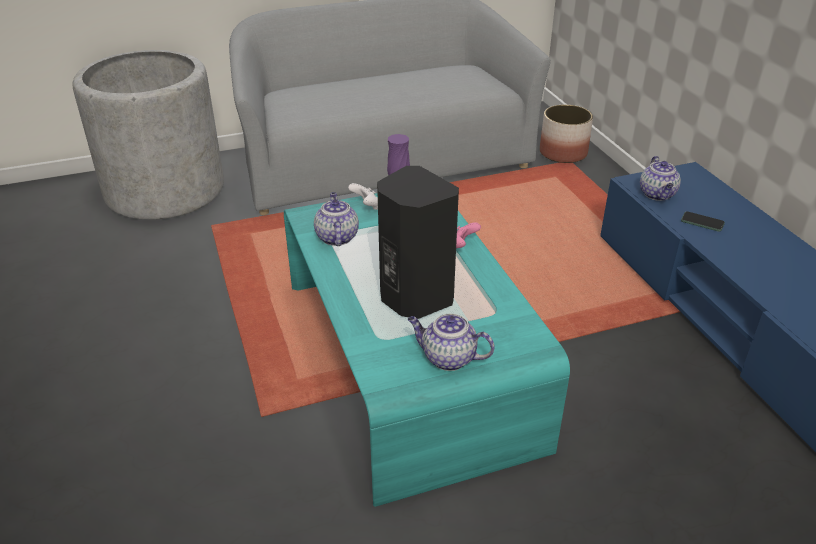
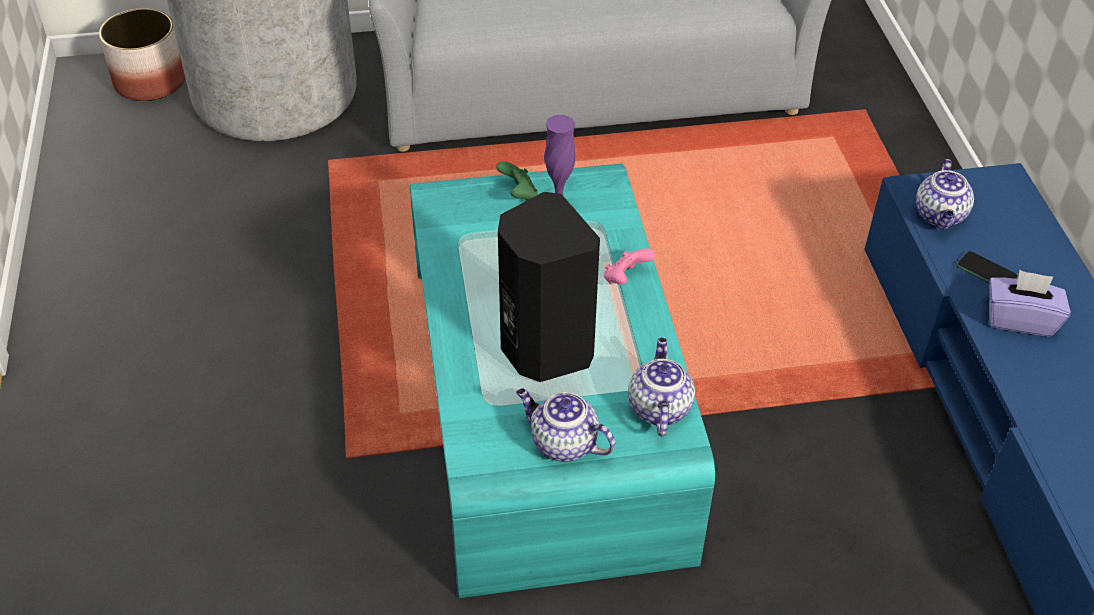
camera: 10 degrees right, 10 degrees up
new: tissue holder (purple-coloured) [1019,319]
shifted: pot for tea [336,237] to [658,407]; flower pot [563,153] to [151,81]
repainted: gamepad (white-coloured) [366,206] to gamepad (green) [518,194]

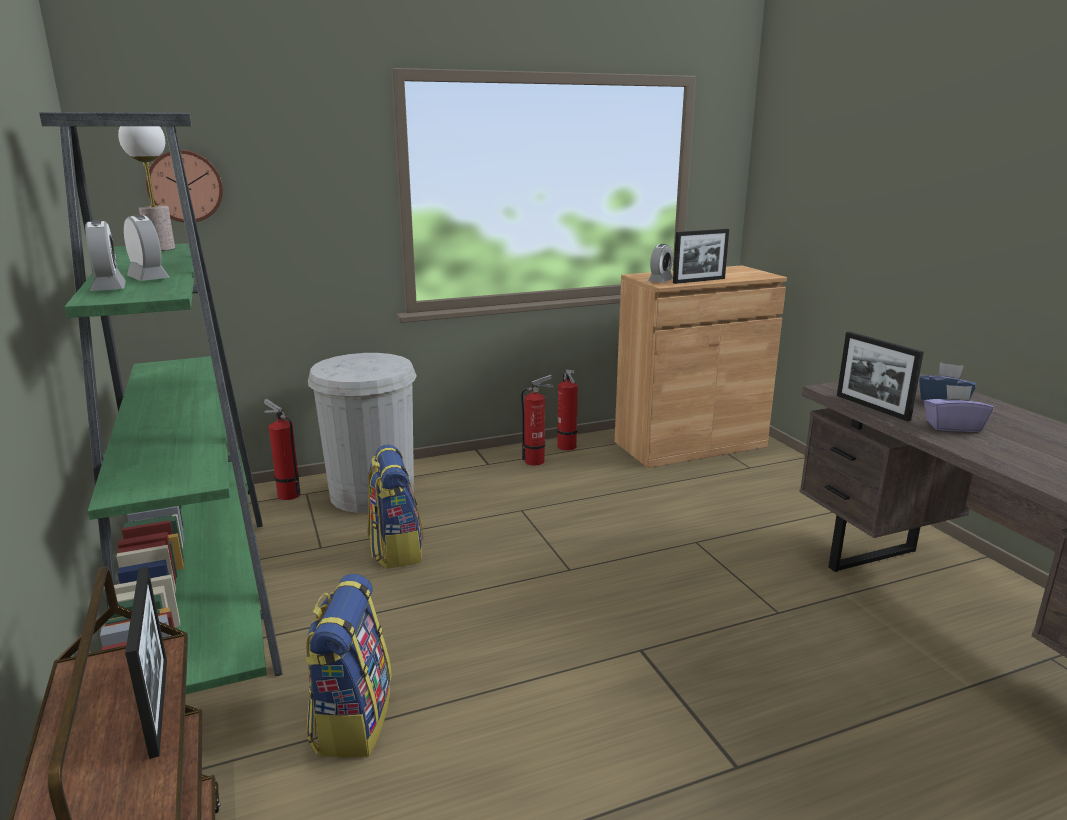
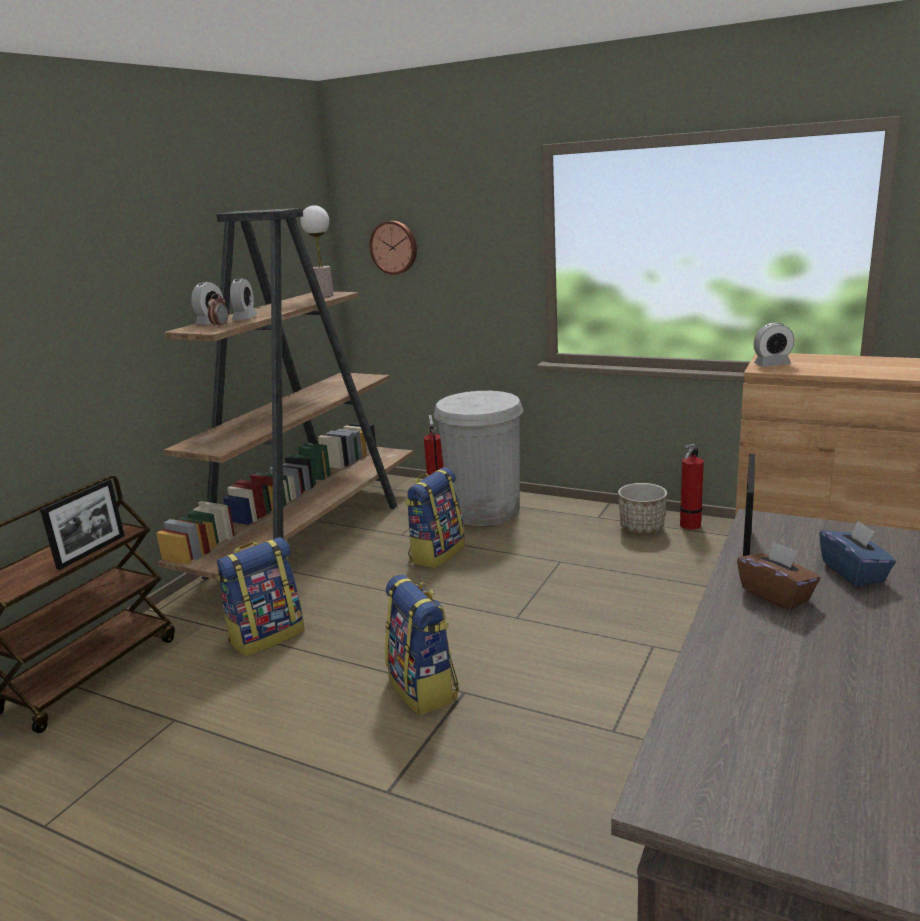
camera: 50 degrees right, 0 degrees up
gone: photo frame [699,281]
new: table clock [220,326]; knapsack [424,688]
swapped: fire-fighting cylinder [537,460] to flower pot [642,528]
repainted: bookcase (green) [202,597] to bookcase (brown-coloured) [309,538]; tissue holder (purple-coloured) [952,426] to tissue holder (brown-coloured) [776,595]

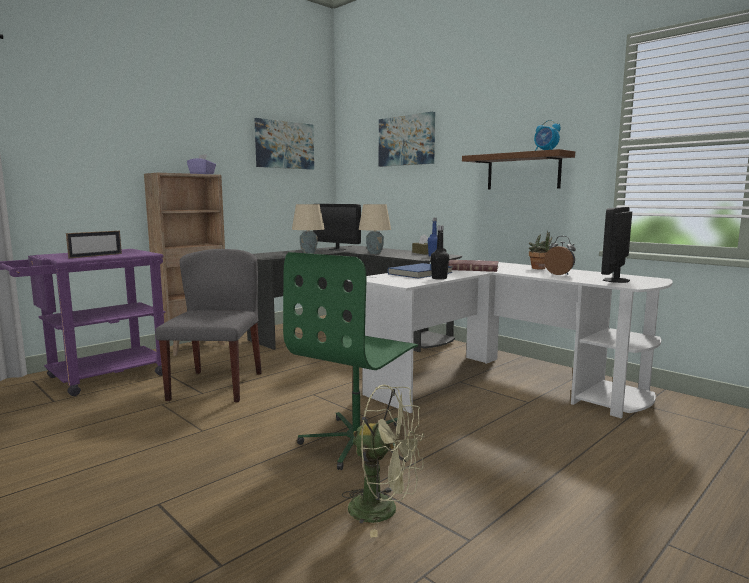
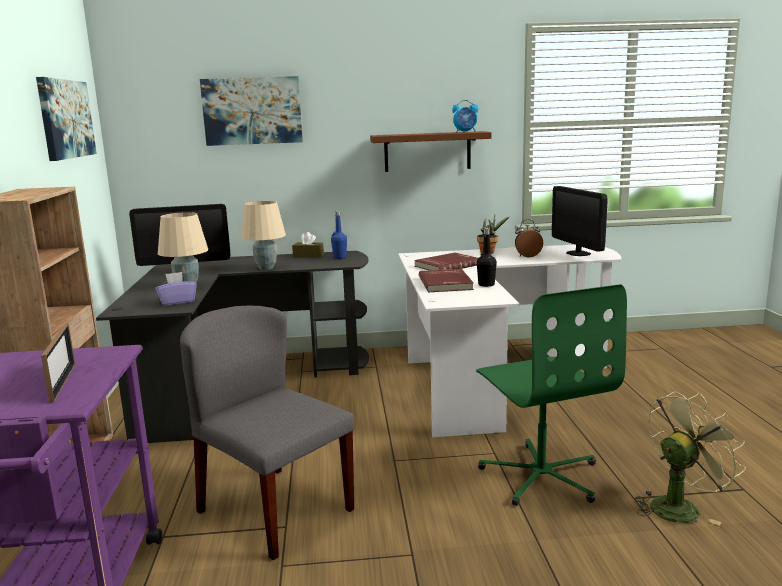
camera: 50 degrees left, 5 degrees up
shifted: tissue holder (purple-coloured) [202,174] to [177,301]
repainted: book (blue-coloured) [421,273] to book (red-coloured) [446,283]

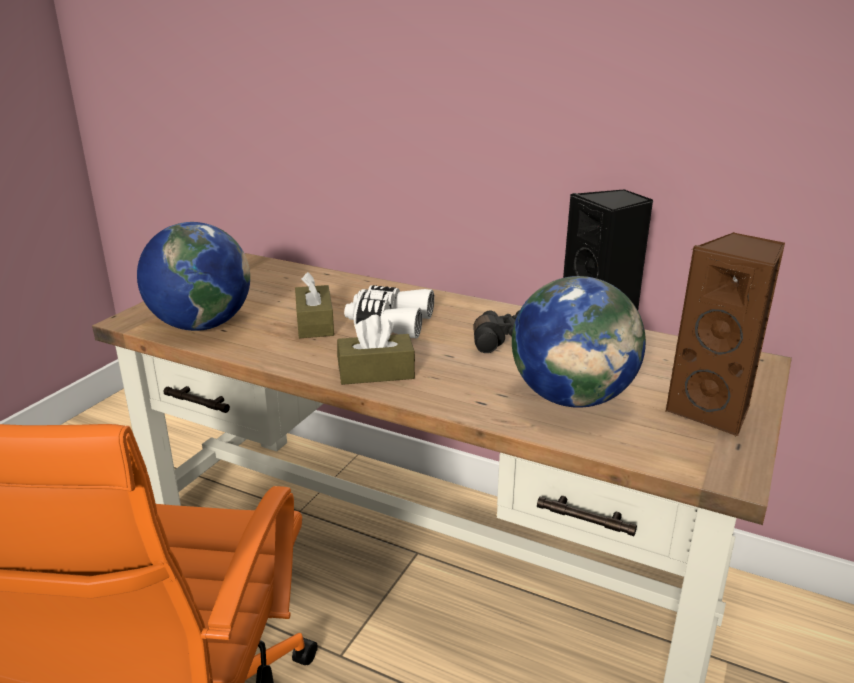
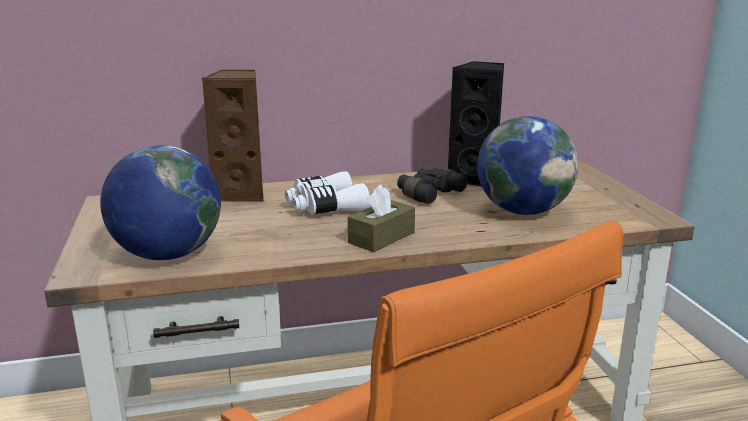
camera: 40 degrees left, 5 degrees down
gone: tissue holder (brown-coloured) [315,323]
shifted: audio speaker (brown-coloured) [714,411] to [242,193]

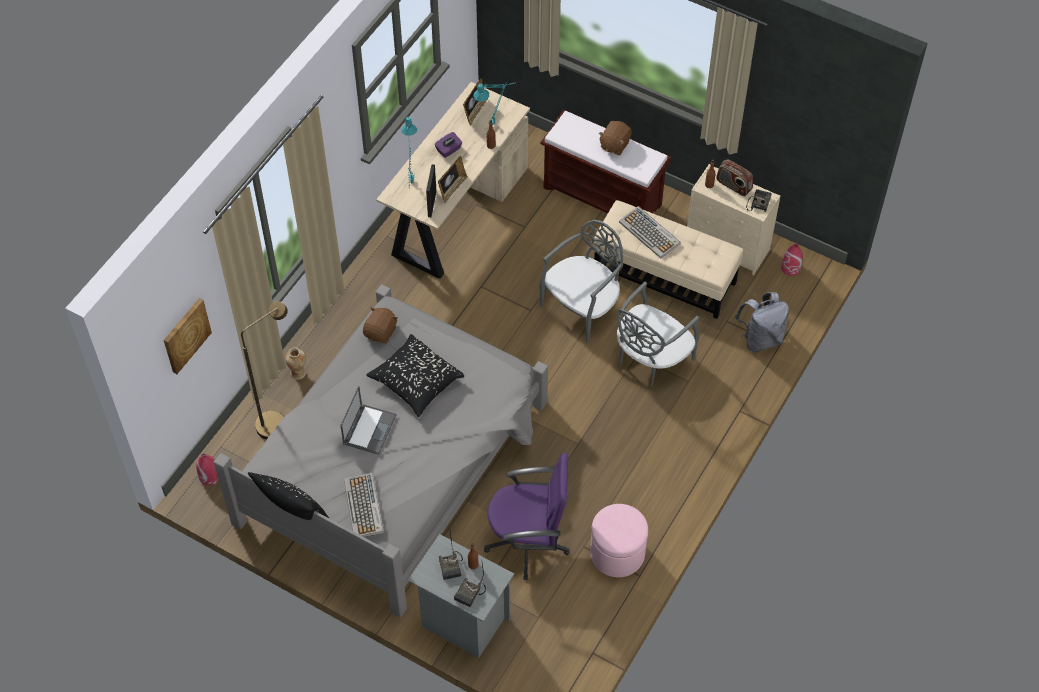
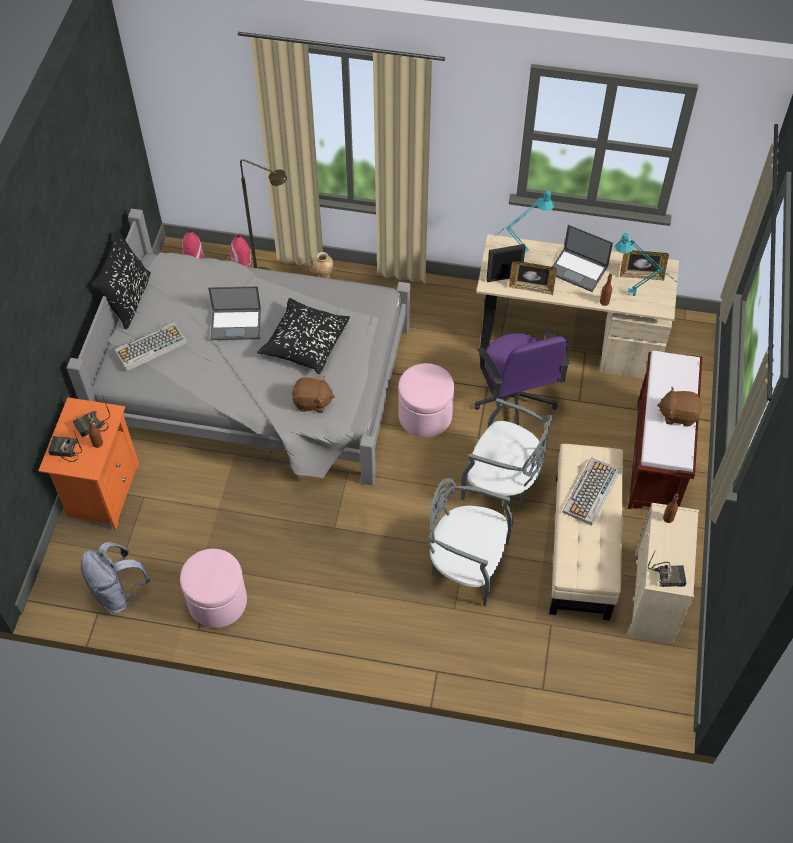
camera: 70 degrees right, 0 degrees up
gone: picture [185,335]; radio [733,185]
new: footrest (pink-coloured) [425,416]
shifted: soft toy (brown-coloured) [381,332] to [312,402]; desk chair (purple-coloured) [528,541] to [515,399]; knapsack (grey) [760,339] to [119,593]; decorative vase (red-coloured) [791,268] to [241,261]
swapped: tissue holder (purple-coloured) [449,150] to notebook computer [579,270]
repainted: night table (grey) [462,622] to night table (orange) [102,491]

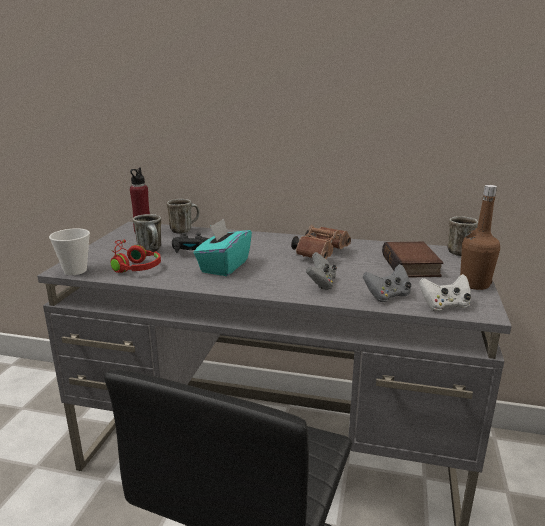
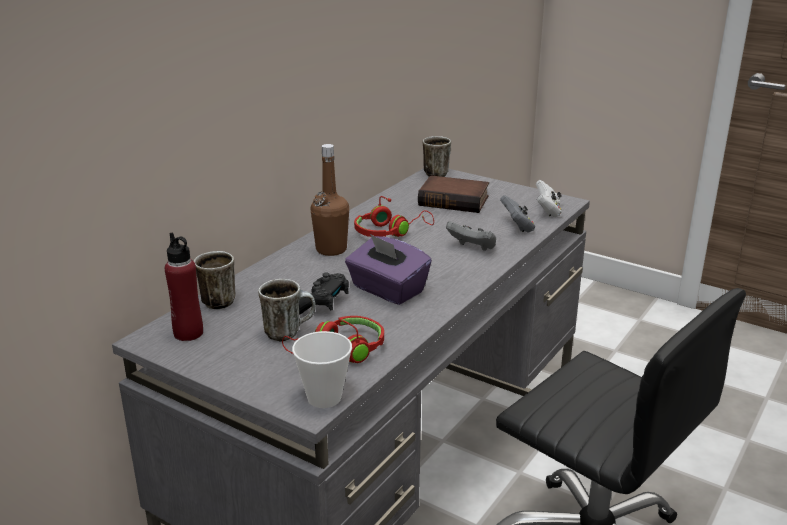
camera: 70 degrees left, 5 degrees up
shifted: drink bottle (brown-coloured) [474,284] to [331,249]
swapped: binoculars (brown-coloured) [321,254] to pair of headphones (red-coloured) [390,232]
repainted: tissue holder (turquoise-coloured) [224,266] to tissue holder (purple-coloured) [387,290]

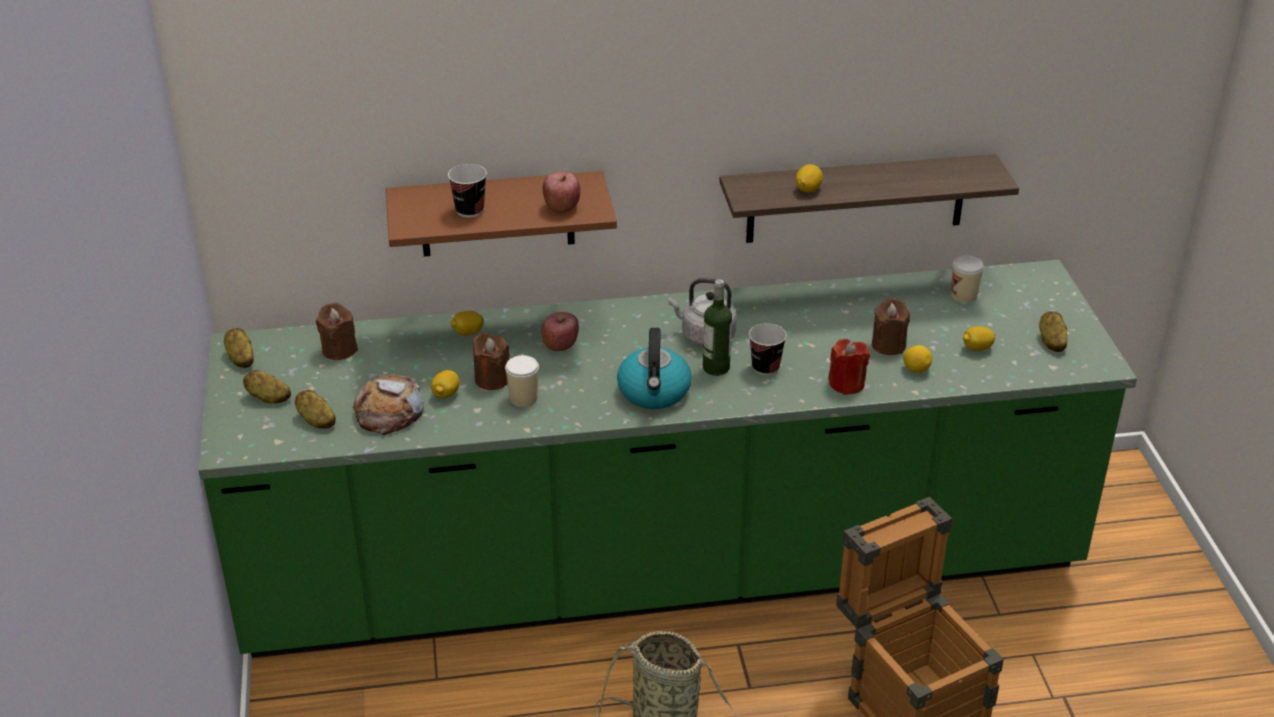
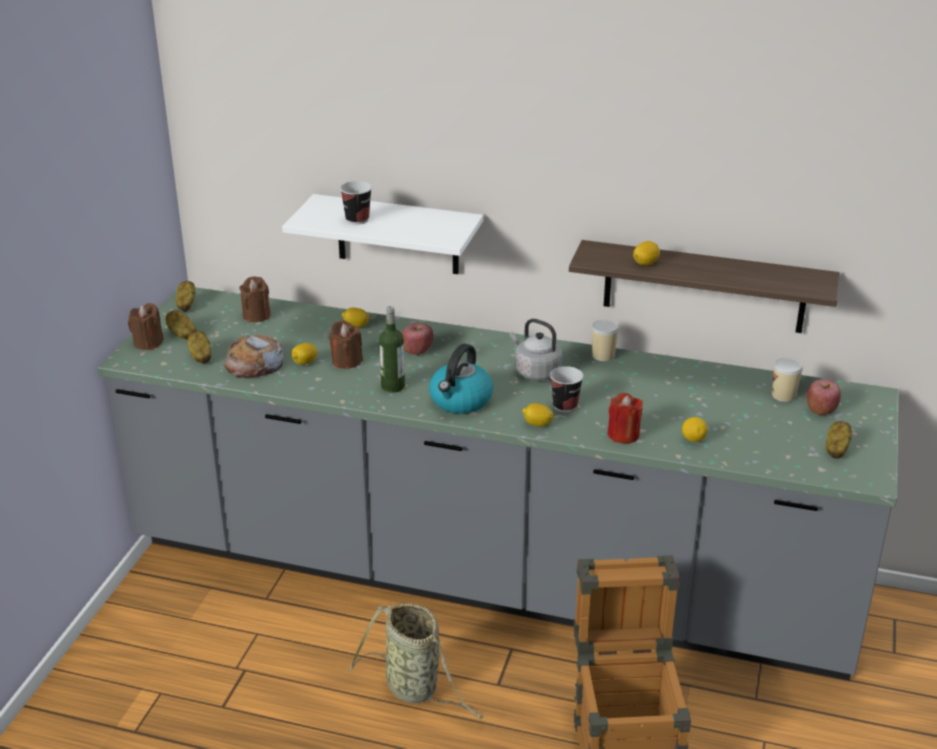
camera: 25 degrees right, 5 degrees down
shifted: drinking cup [523,398] to [603,355]; whole apple [562,207] to [821,410]; drink bottle [716,367] to [393,386]; candle (brown-coloured) [888,345] to [148,343]; whole lemon [976,348] to [537,424]
repainted: kitchen base unit (green) [637,572] to kitchen base unit (grey) [468,570]; bracket shelf (brown-coloured) [497,214] to bracket shelf (white-coloured) [397,235]

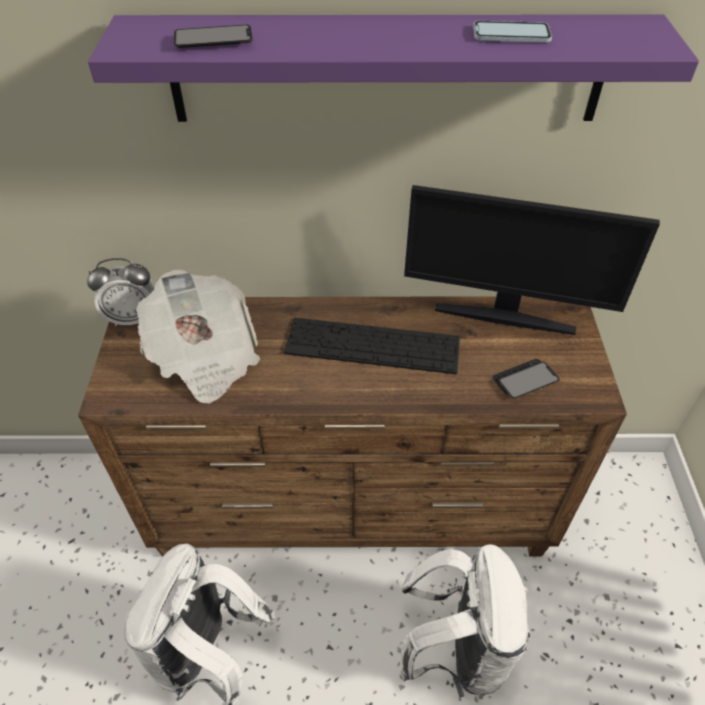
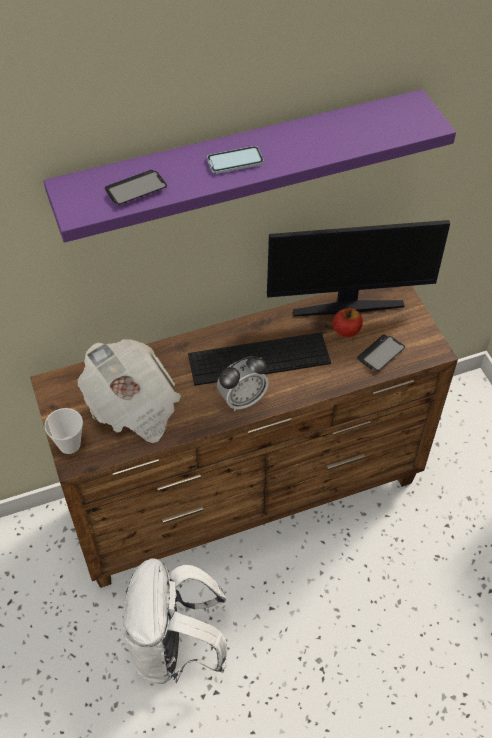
camera: 20 degrees left, 5 degrees up
gone: knapsack (white-coloured) [457,648]
new: drinking cup [69,444]; whole apple [346,330]
shifted: table clock [132,318] to [242,399]; telephone [511,35] to [235,161]

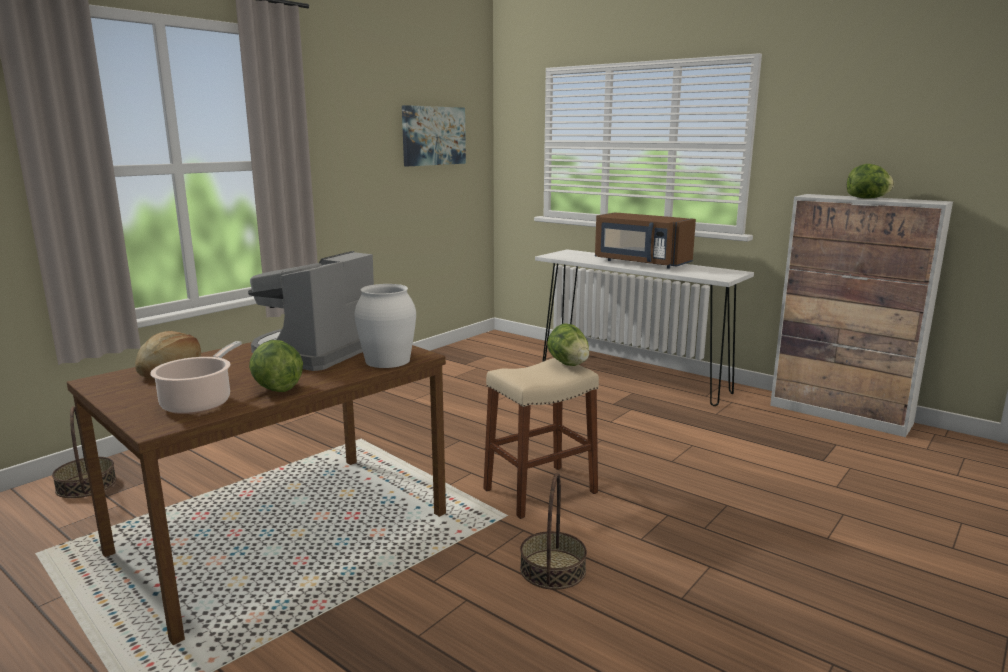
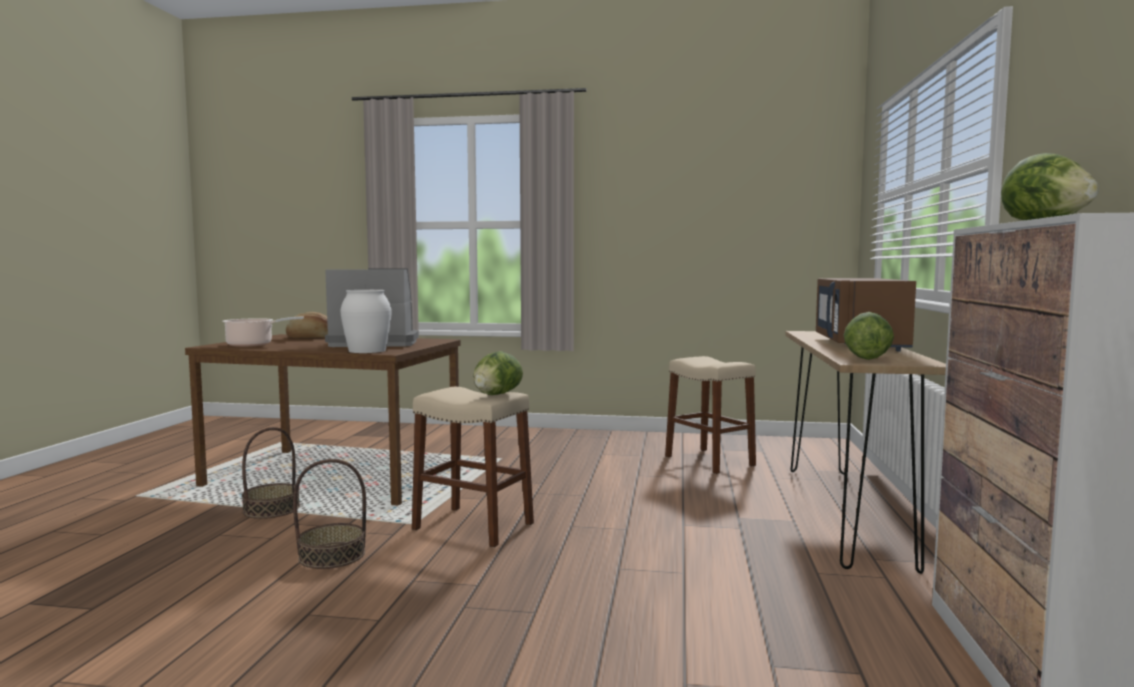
camera: 60 degrees right, 10 degrees down
gone: picture [433,136]
new: stool seat (beige-coloured) [709,461]
shifted: household basket [86,485] to [271,509]; lettuce [276,388] to [866,359]
repainted: hall table (white-coloured) [631,377] to hall table (brown-coloured) [844,512]

